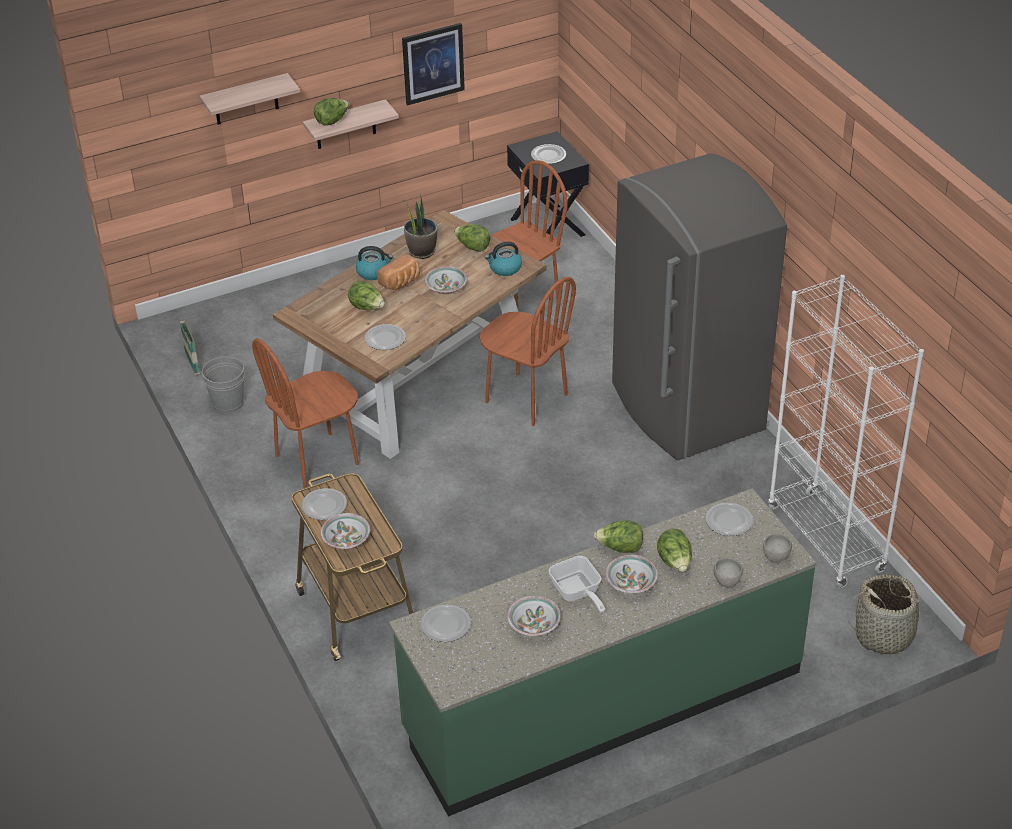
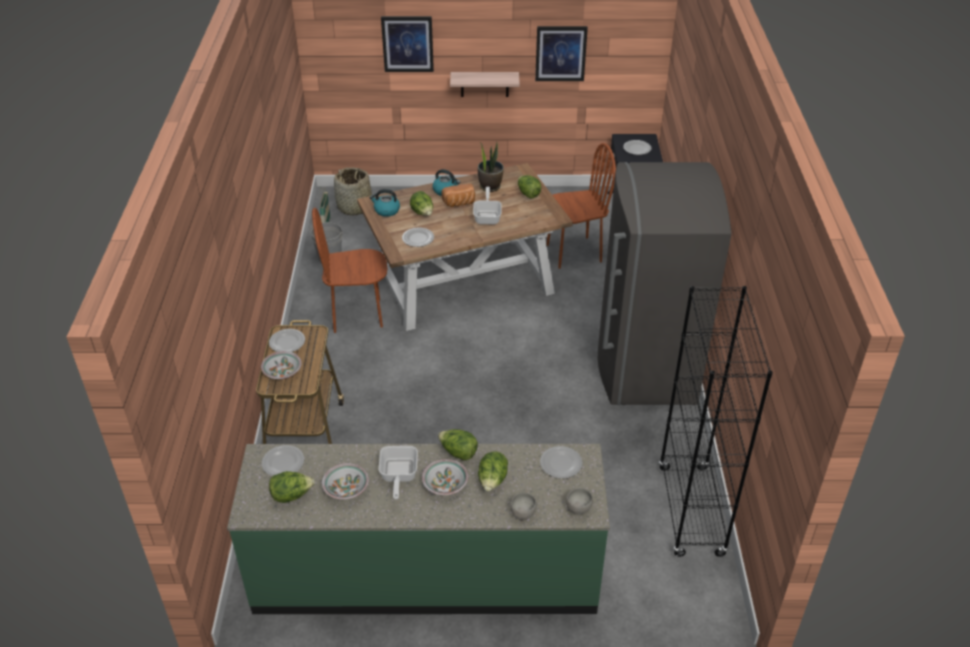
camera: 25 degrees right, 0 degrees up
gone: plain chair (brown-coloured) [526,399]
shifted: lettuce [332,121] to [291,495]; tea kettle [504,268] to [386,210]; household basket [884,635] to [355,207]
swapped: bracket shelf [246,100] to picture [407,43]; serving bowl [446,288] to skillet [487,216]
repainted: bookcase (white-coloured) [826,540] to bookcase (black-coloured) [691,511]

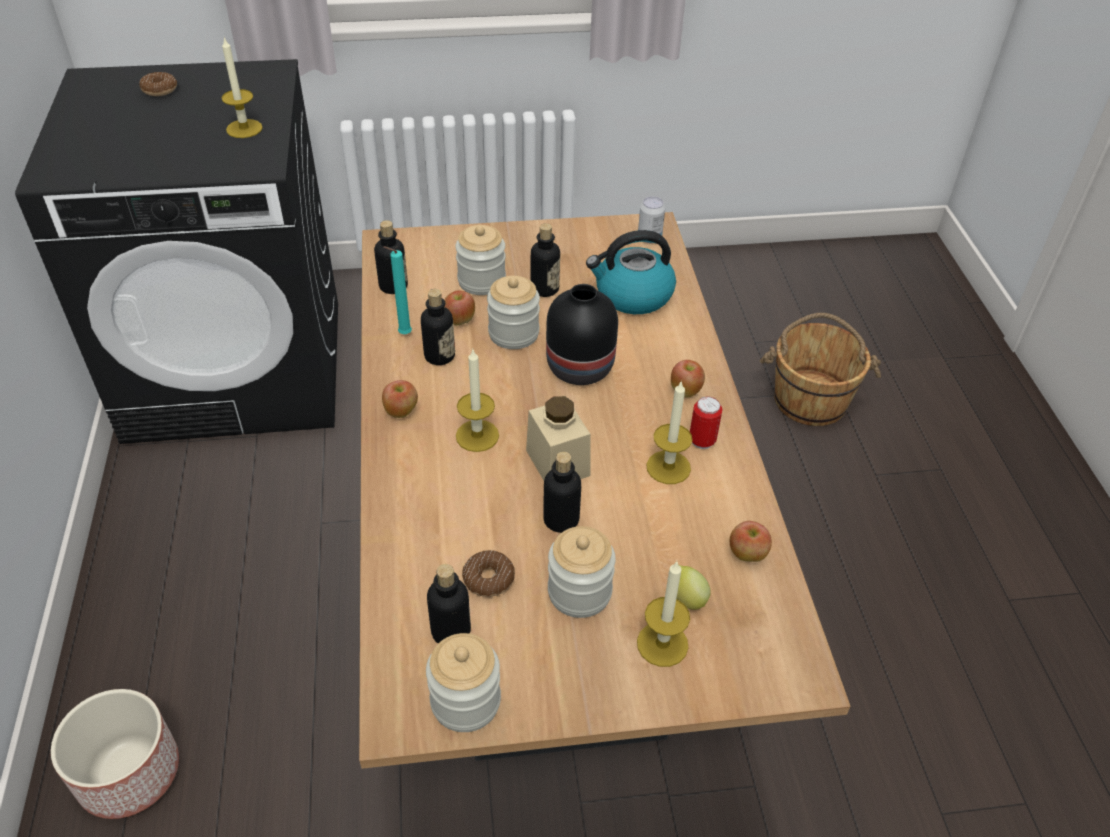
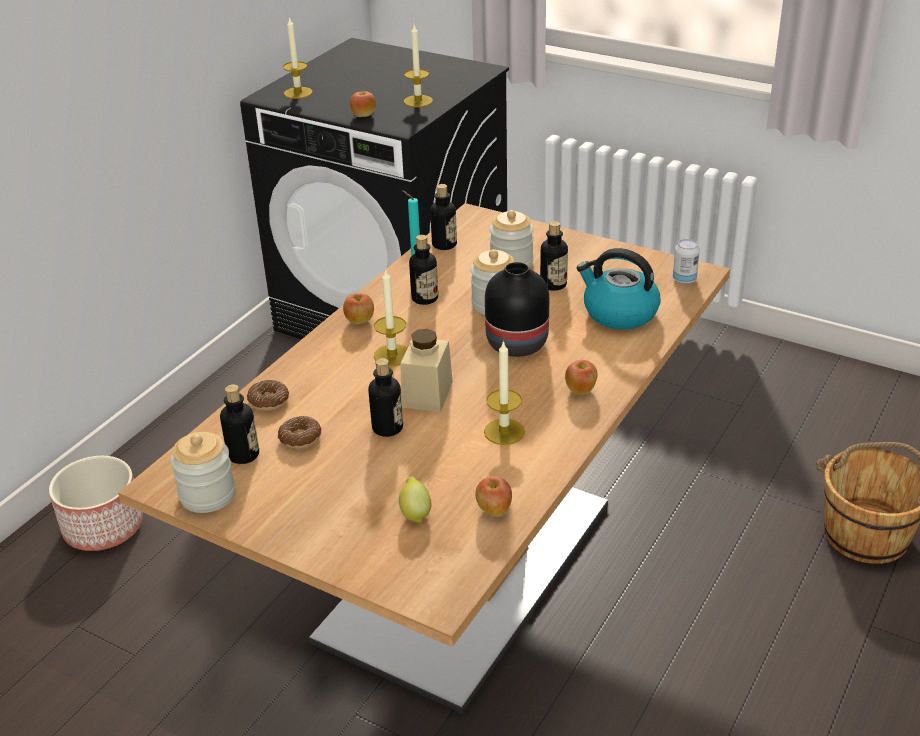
camera: 40 degrees right, 10 degrees down
gone: jar [579,592]; sealed can [702,441]
shifted: donut [159,90] to [268,401]; whole apple [459,320] to [363,116]; candle [662,644] to [298,93]

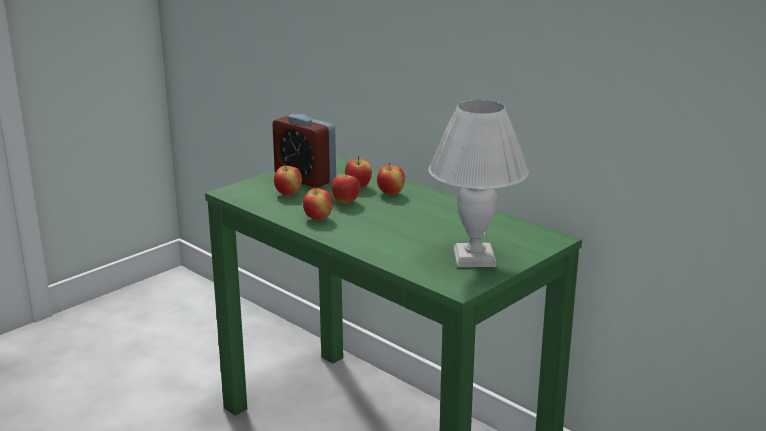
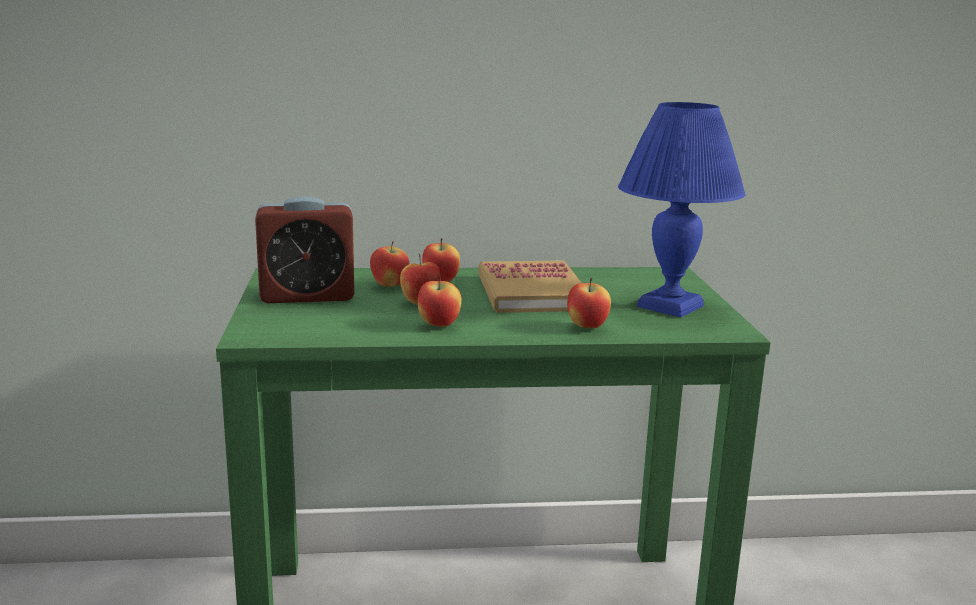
camera: 50 degrees left, 5 degrees down
new: book [531,292]
shifted: whole apple [288,194] to [587,327]
repainted: lamp for a table (white-coloured) [475,258] to lamp for a table (blue-coloured) [670,305]

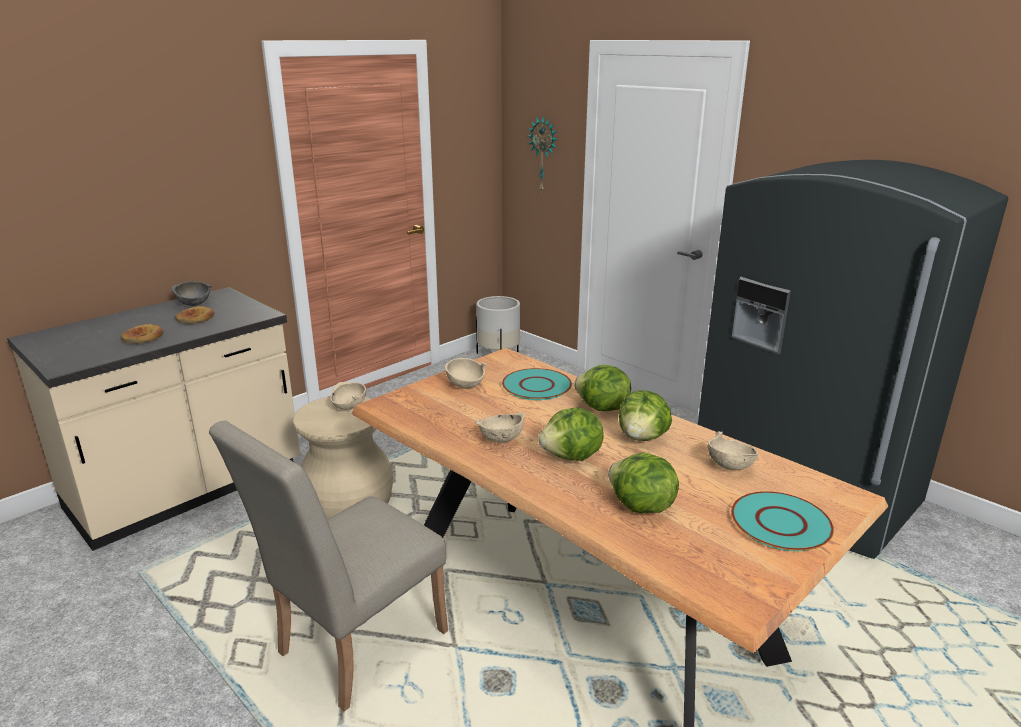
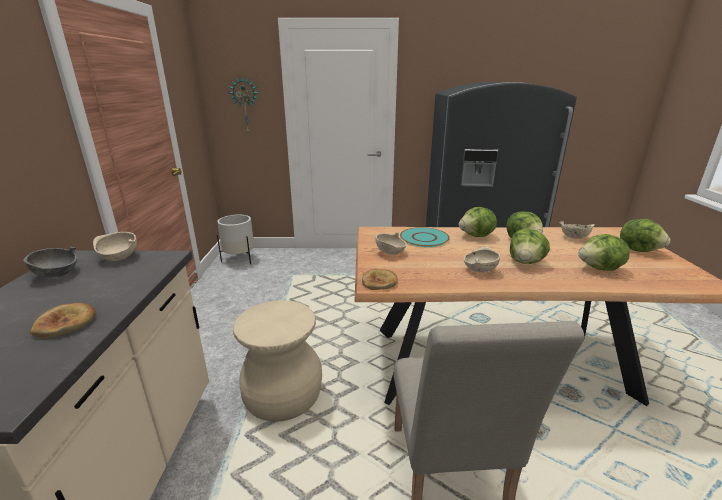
camera: 45 degrees left, 0 degrees up
shifted: bread [196,318] to [379,282]; serving bowl (beige-coloured) [349,407] to [119,257]
swapped: plate (turquoise-coloured) [781,522] to lettuce [638,249]

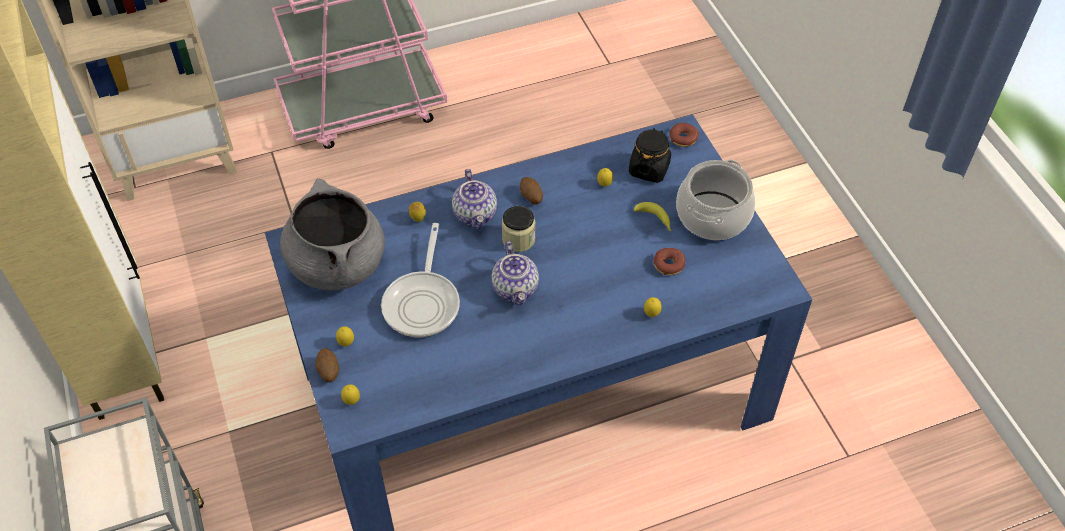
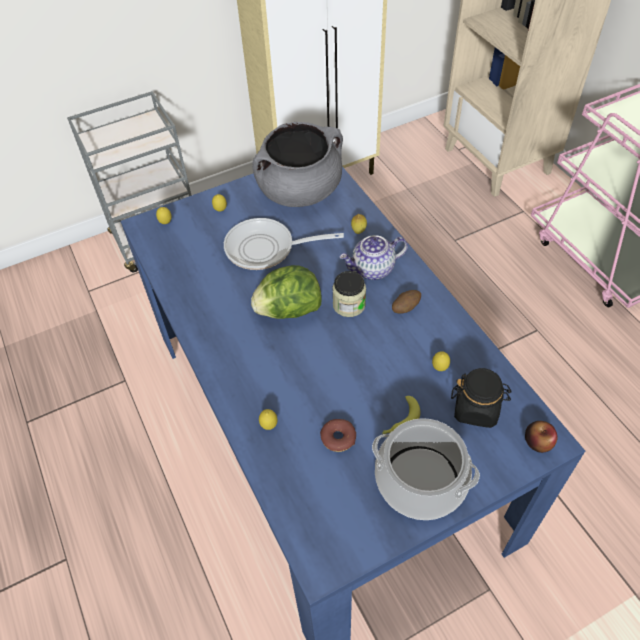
camera: 85 degrees right, 0 degrees up
gone: whole potato [328,371]
swapped: pot for tea [516,289] to lettuce [289,310]; donut [683,138] to whole apple [538,442]

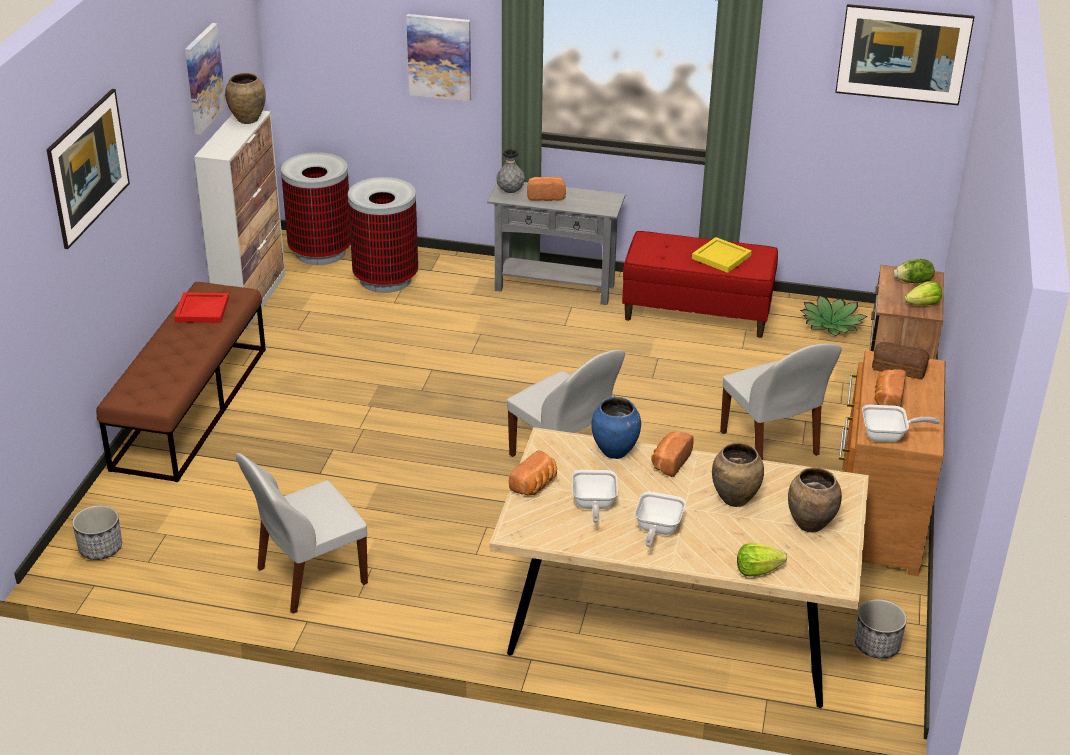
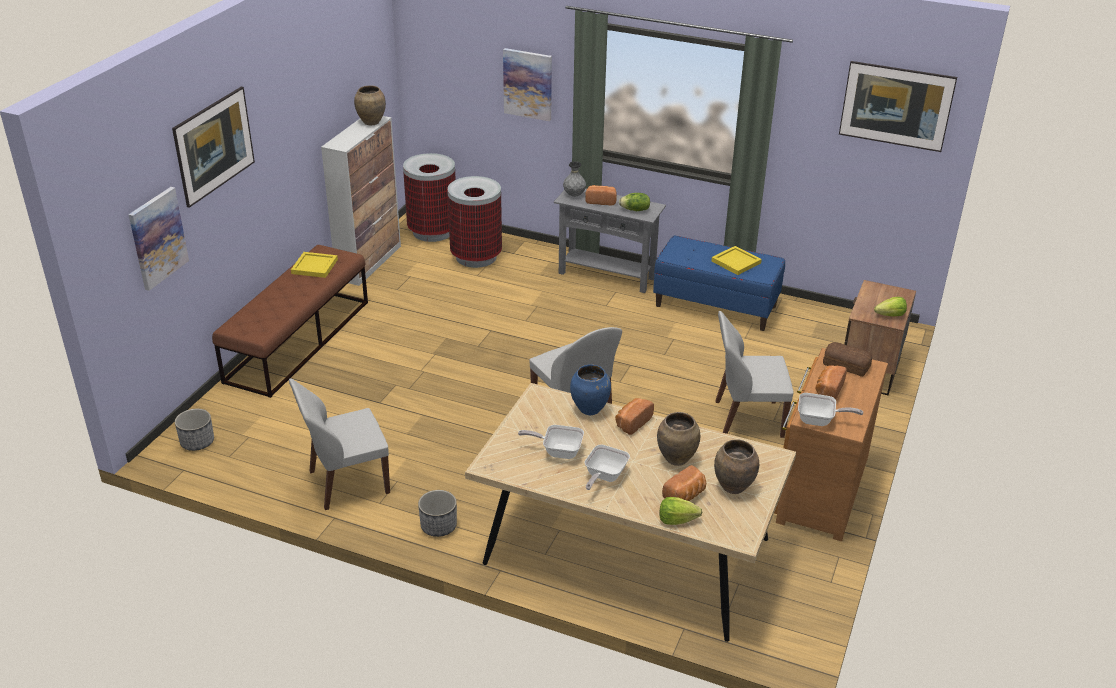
camera: 10 degrees right, 0 degrees up
gone: houseplant [831,323]
shifted: picture [203,78] to [157,238]; bread [535,485] to [685,496]; flower pot [876,645] to [438,526]; lettuce [913,281] to [635,210]
repainted: serving tray (red-coloured) [202,310] to serving tray (yellow) [315,267]; long seat (red-coloured) [697,313] to long seat (blue-coloured) [716,306]
rotated: skillet [593,505] = [558,451] 90 degrees clockwise; plain chair (white-coloured) [770,445] = [746,419] 105 degrees clockwise

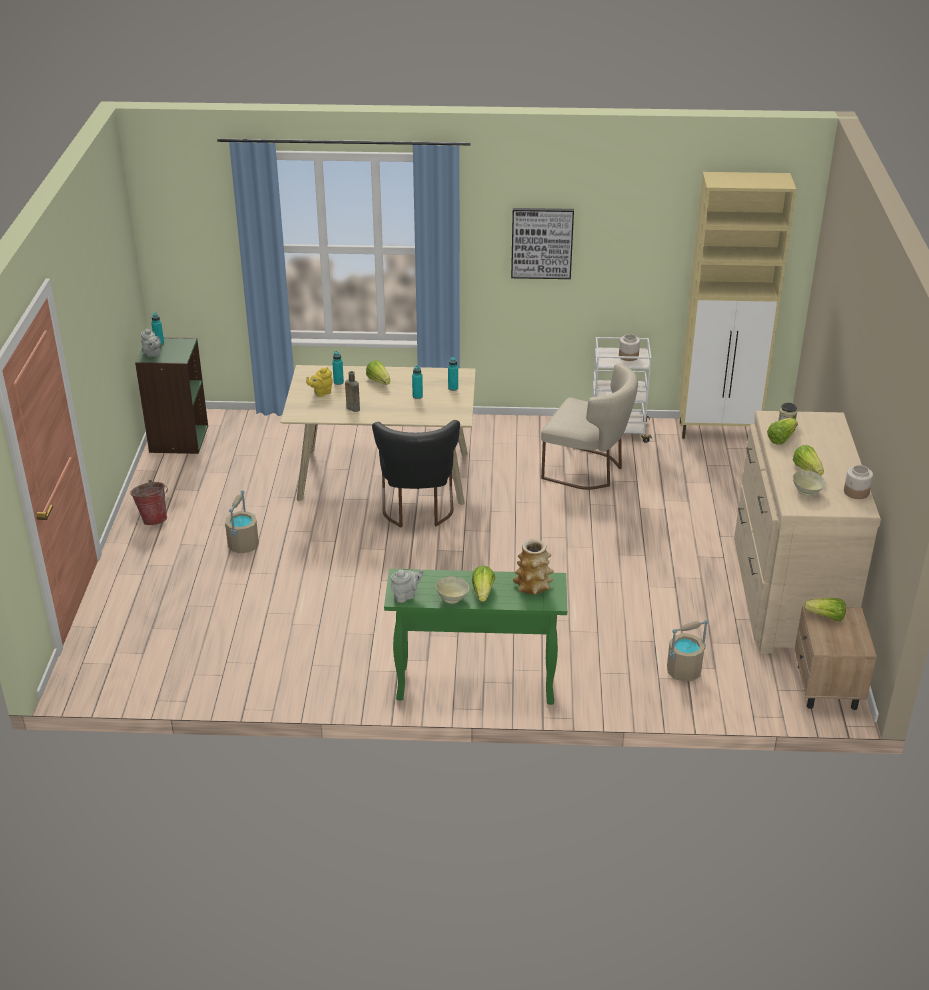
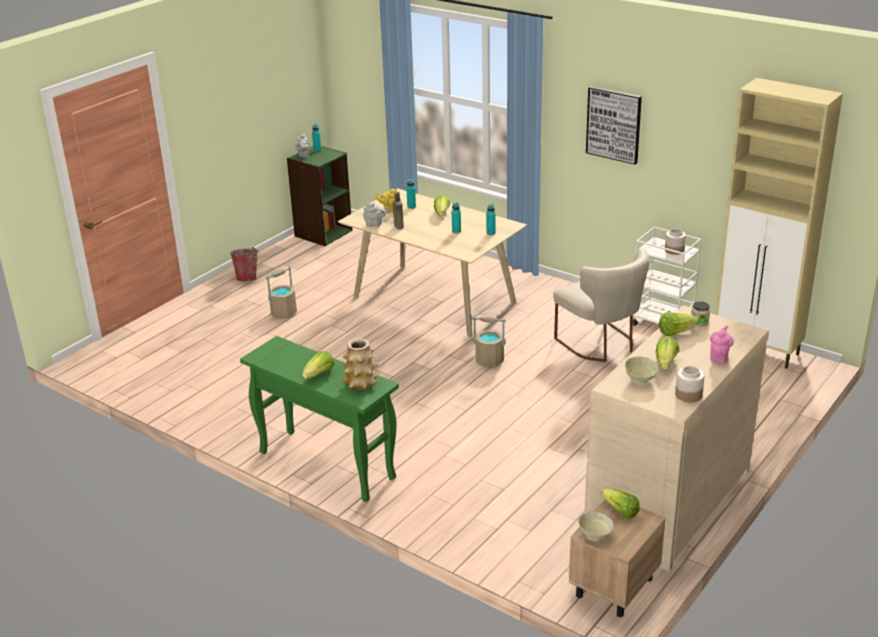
camera: 35 degrees right, 5 degrees down
gone: plain chair (black-coloured) [418,509]
new: pot for tea (pink-coloured) [719,357]
shifted: pot for tea (grey) [406,596] to [375,224]; serving bowl (beige-coloured) [452,599] to [595,536]; bucket (beige-coloured) [683,671] to [489,360]

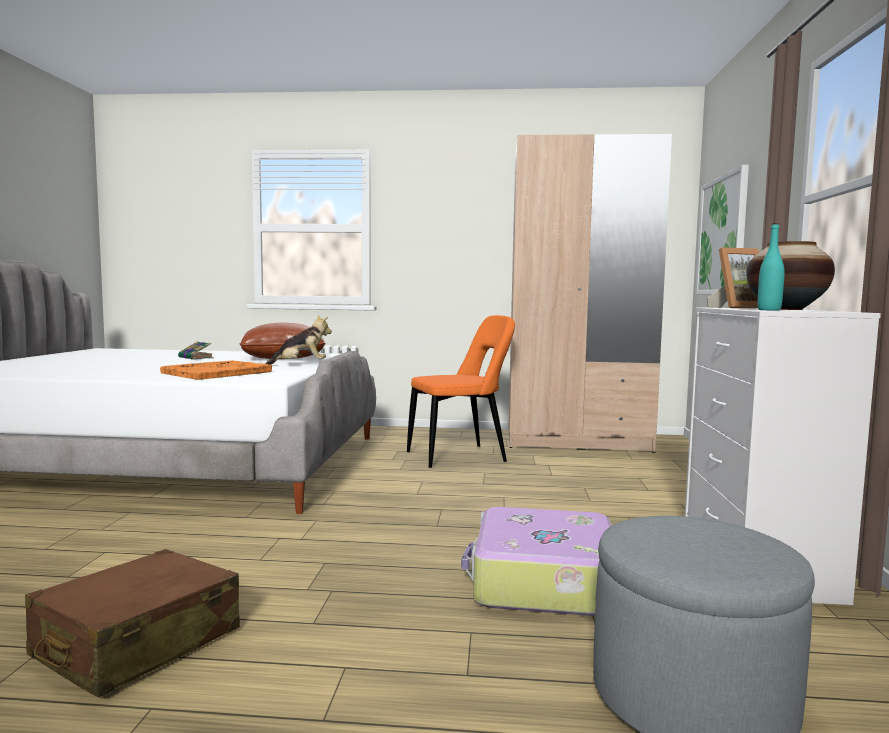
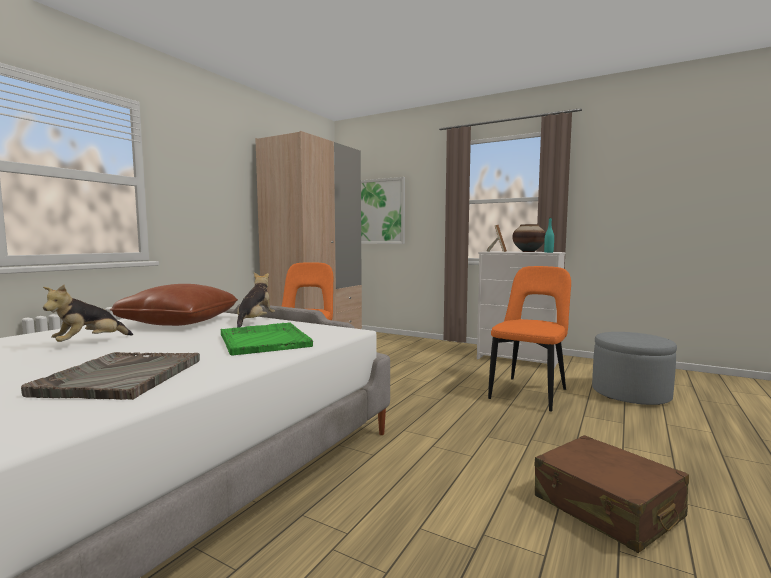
camera: 65 degrees left, 0 degrees up
new: serving tray (grey) [121,377]
swapped: book [196,358] to soft toy [89,343]; suitcase [543,582] to plain chair (orange) [530,393]
repainted: serving tray (orange) [218,372] to serving tray (green) [264,340]

